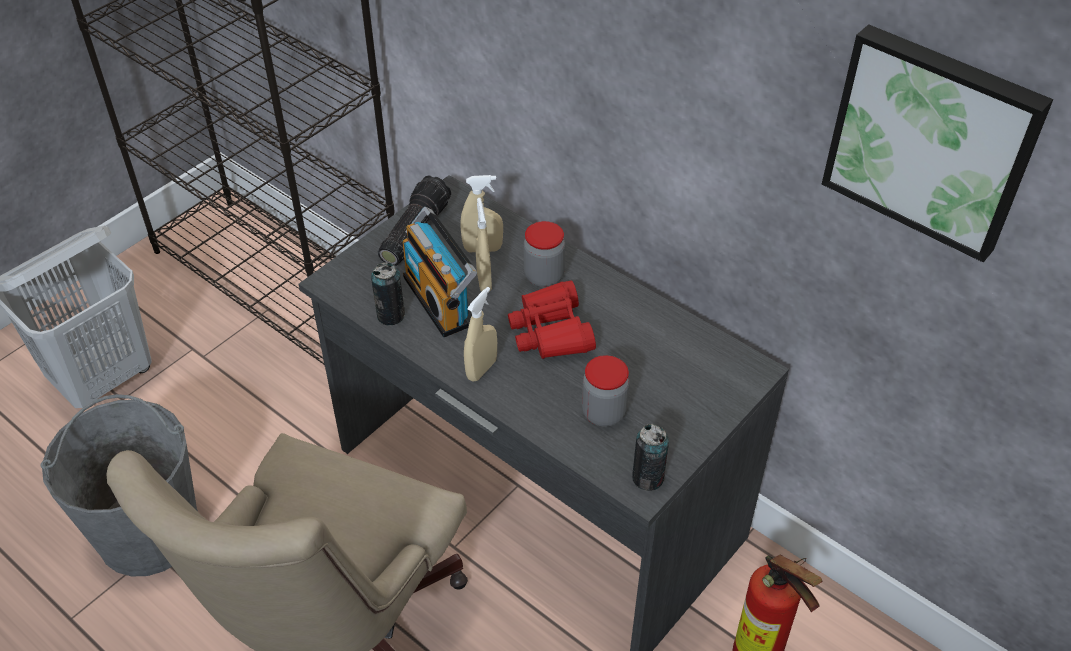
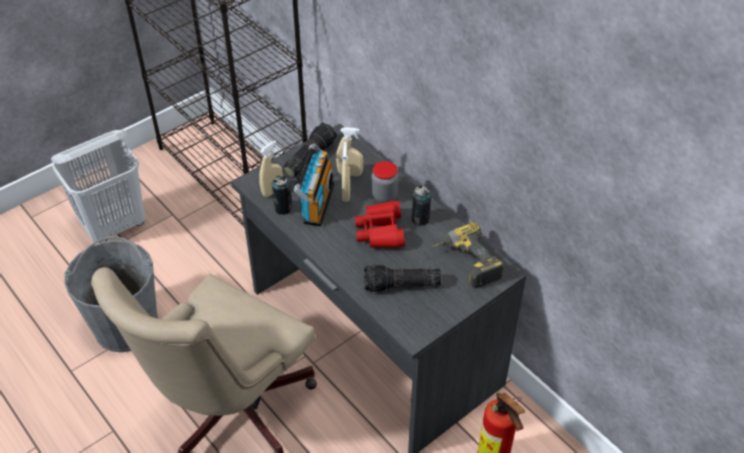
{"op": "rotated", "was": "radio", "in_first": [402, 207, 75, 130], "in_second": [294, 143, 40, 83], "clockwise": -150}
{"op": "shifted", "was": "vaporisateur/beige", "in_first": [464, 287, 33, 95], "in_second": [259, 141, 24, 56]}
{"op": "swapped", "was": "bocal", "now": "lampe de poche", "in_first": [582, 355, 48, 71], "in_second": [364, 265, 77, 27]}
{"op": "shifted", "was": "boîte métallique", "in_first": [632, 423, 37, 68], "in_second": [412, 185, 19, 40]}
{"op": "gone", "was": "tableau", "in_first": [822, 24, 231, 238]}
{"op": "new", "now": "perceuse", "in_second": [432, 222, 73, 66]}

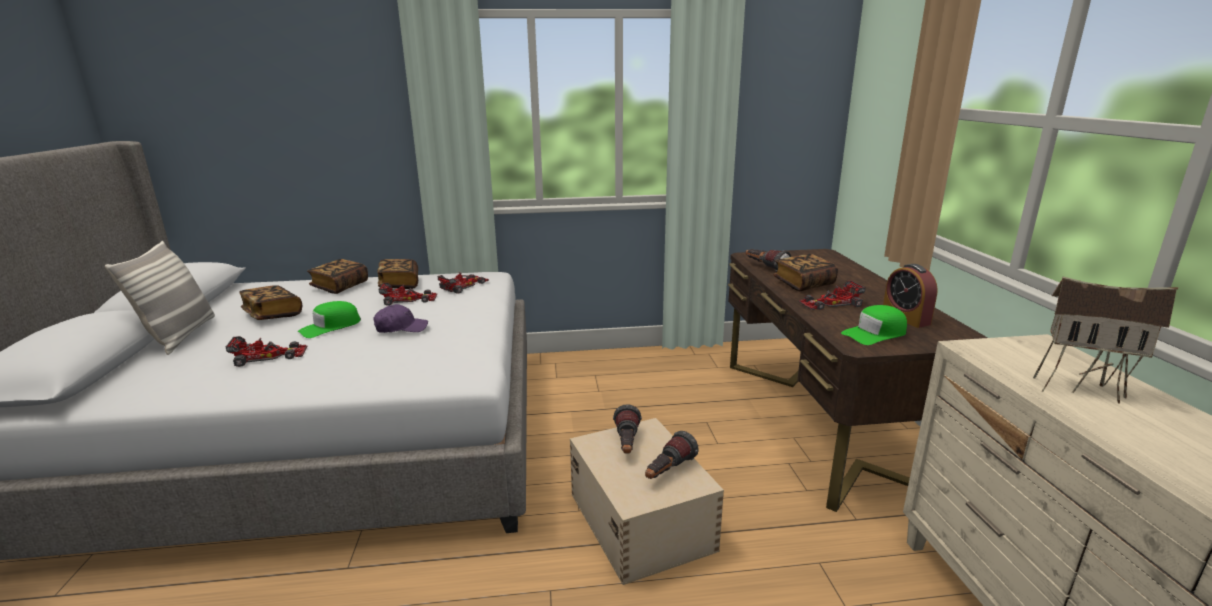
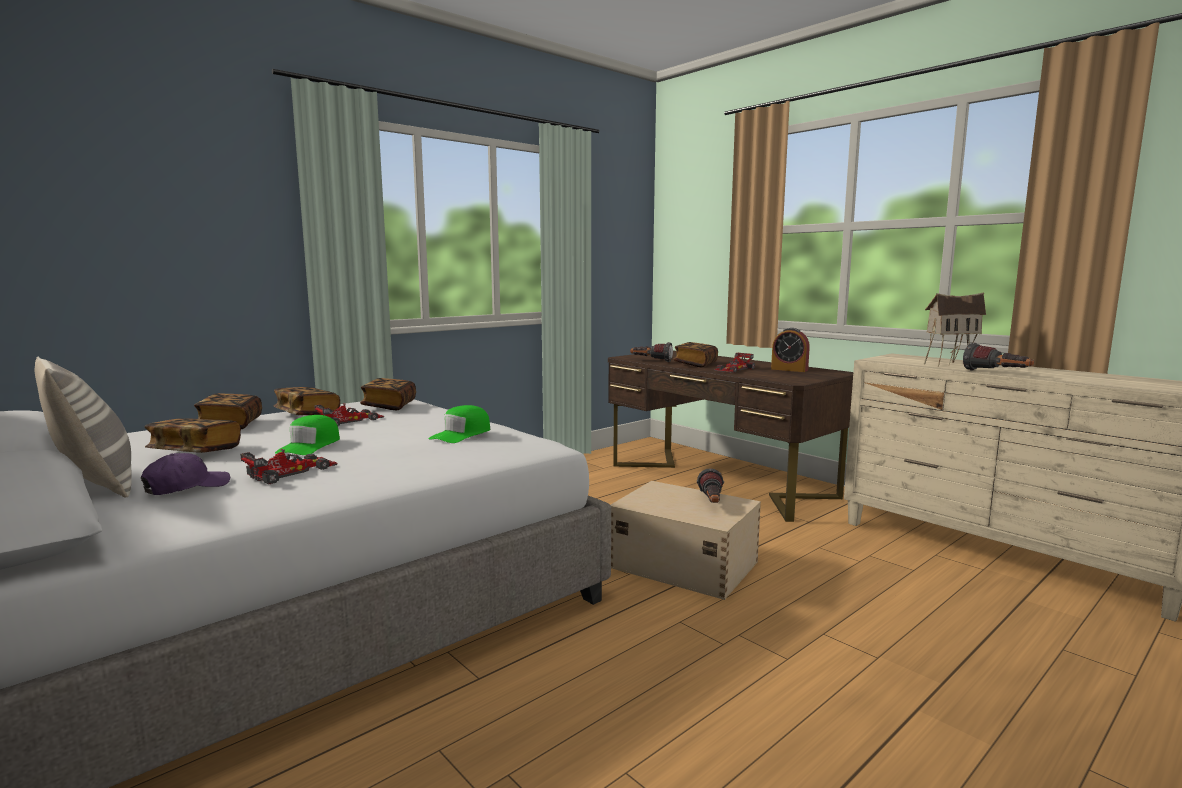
{"op": "shifted", "was": "casquette/violet", "in_first": [373, 304, 55, 29], "in_second": [141, 453, 89, 42]}
{"op": "swapped", "was": "petite voiture", "now": "livre", "in_first": [438, 272, 51, 22], "in_second": [360, 378, 56, 32]}
{"op": "shifted", "was": "lampe de poche", "in_first": [613, 404, 29, 49], "in_second": [963, 343, 71, 28]}
{"op": "shifted", "was": "casquette/vert", "in_first": [841, 305, 66, 40], "in_second": [429, 405, 61, 38]}

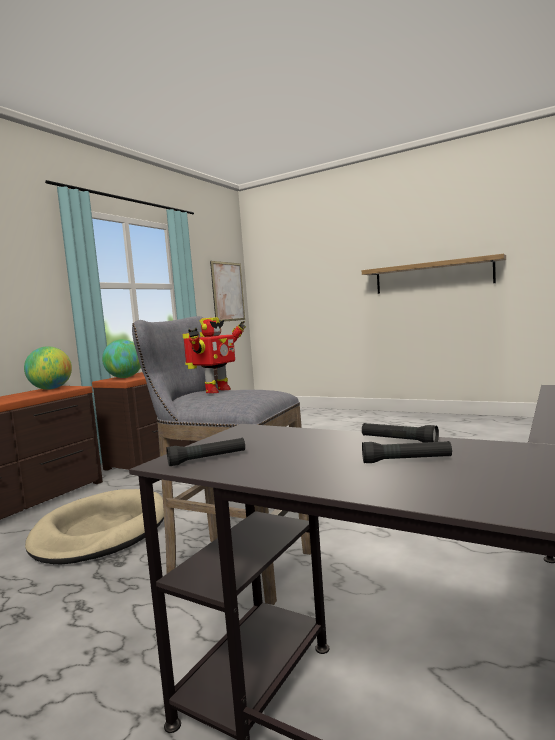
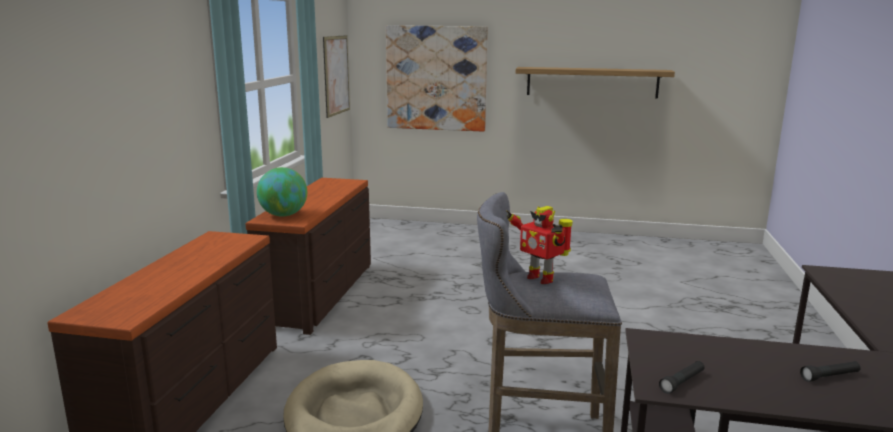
{"op": "gone", "was": "globe", "in_first": [24, 346, 48, 44]}
{"op": "rotated", "was": "robot jouet", "in_first": [183, 317, 63, 76], "in_second": [506, 206, 67, 78], "clockwise": 120}
{"op": "gone", "was": "lampe de poche/noir", "in_first": [362, 423, 77, 20]}
{"op": "new", "now": "tableau", "in_second": [386, 25, 102, 107]}

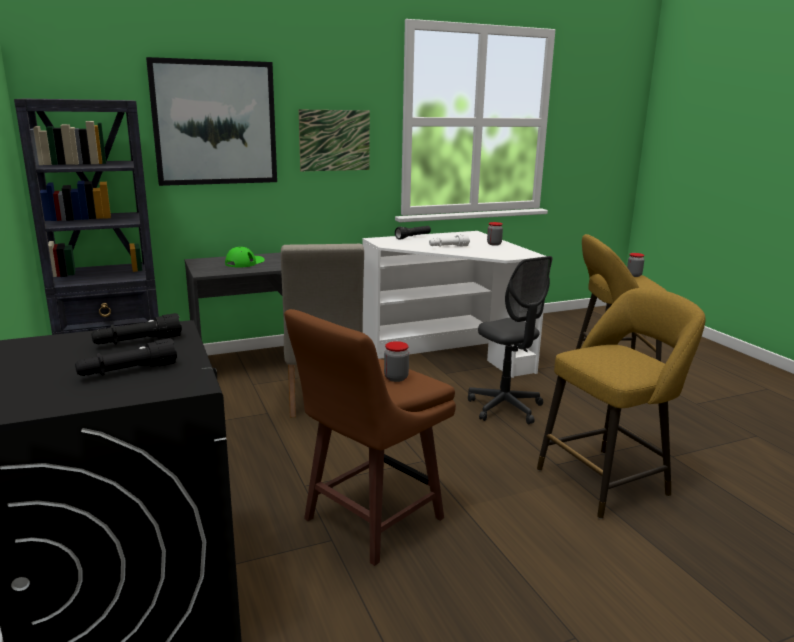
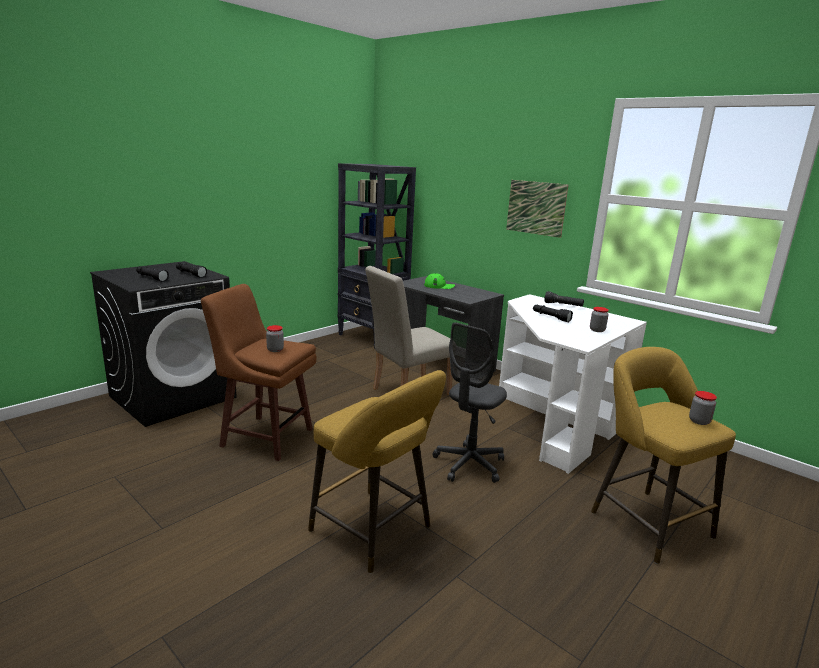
{"op": "gone", "was": "tableau", "in_first": [146, 57, 131, 129]}
{"op": "repainted", "was": "lampe de poche/blanc", "now": "lampe de poche/noir", "in_first": [429, 234, 41, 13], "in_second": [533, 305, 40, 17]}

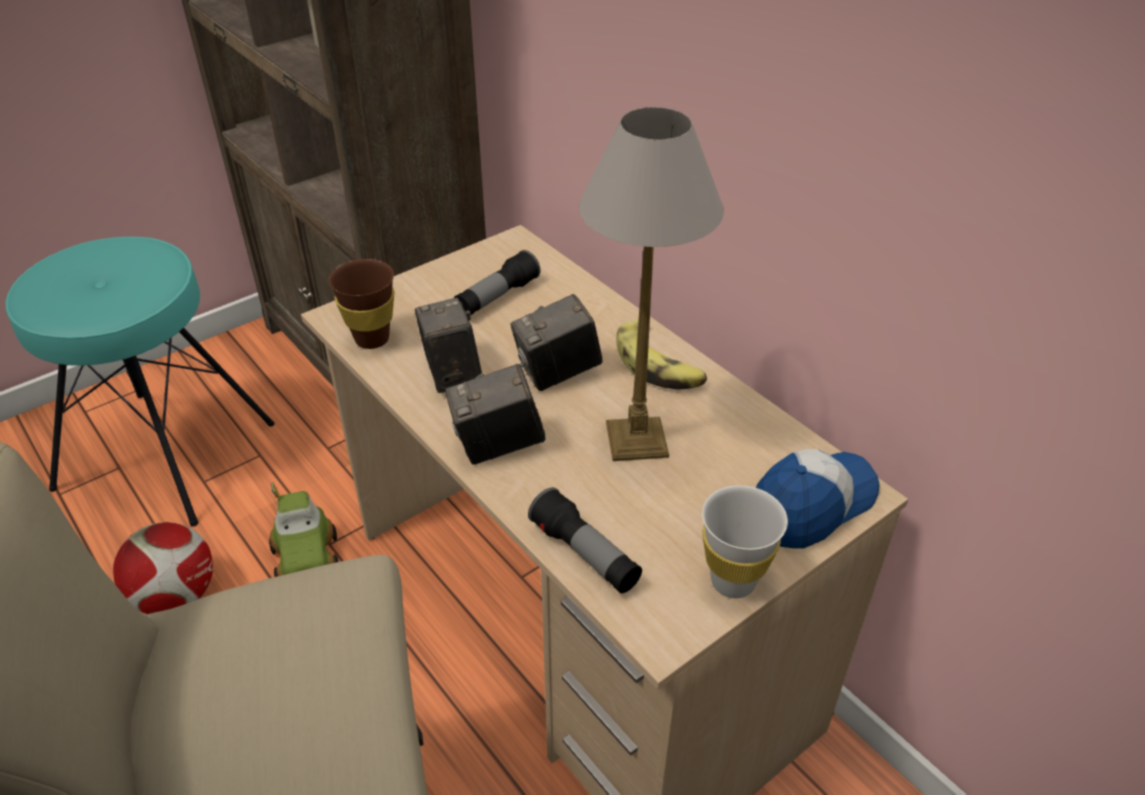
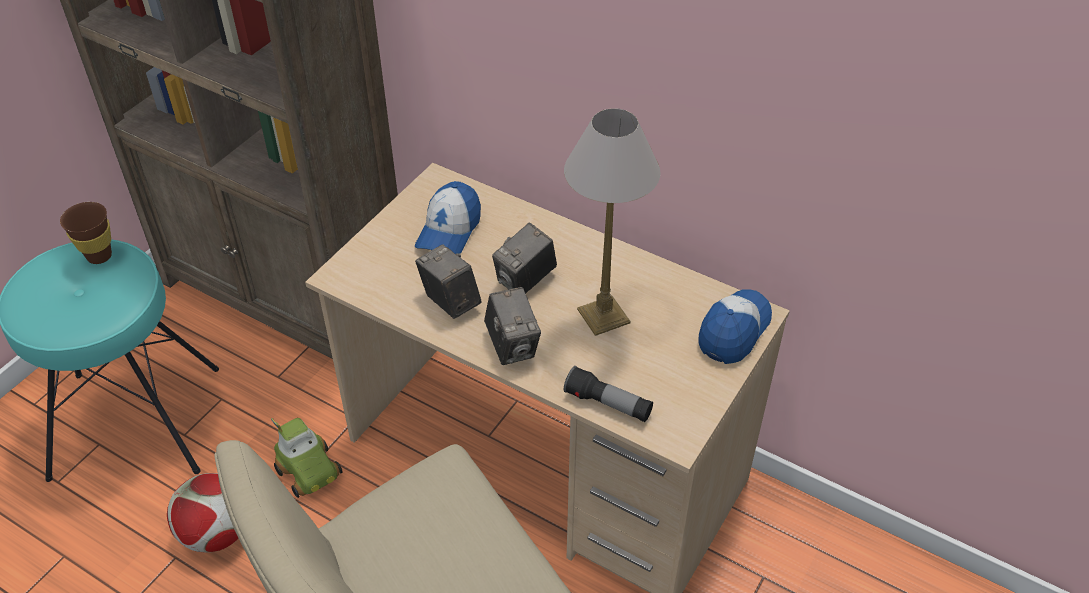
{"op": "shifted", "was": "tasse/marron", "in_first": [329, 259, 65, 90], "in_second": [60, 202, 52, 62]}
{"op": "rotated", "was": "appareil photo", "in_first": [445, 364, 100, 101], "in_second": [484, 287, 57, 78], "clockwise": -75}
{"op": "swapped", "was": "lampe de poche", "now": "casquette", "in_first": [454, 250, 87, 65], "in_second": [415, 181, 66, 73]}
{"op": "gone", "was": "banane", "in_first": [616, 319, 91, 70]}
{"op": "gone", "was": "tasse/blanc", "in_first": [702, 485, 86, 113]}

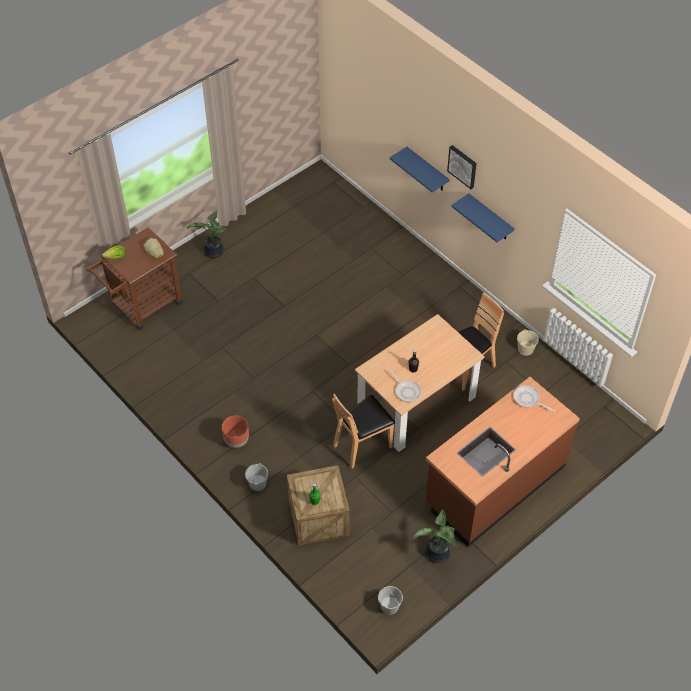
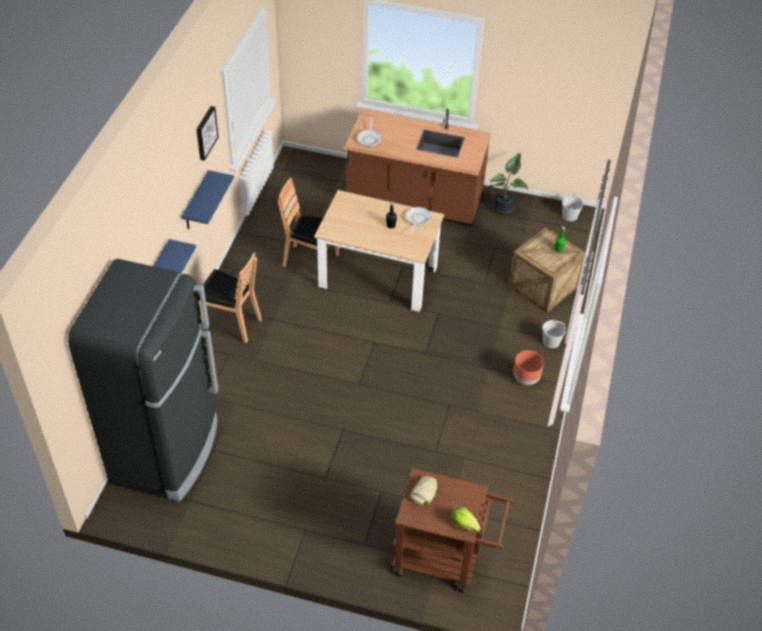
{"op": "gone", "was": "plante en pot", "in_first": [187, 210, 40, 48]}
{"op": "shifted", "was": "chaise/marron", "in_first": [332, 394, 63, 74], "in_second": [198, 252, 64, 91]}
{"op": "shifted", "was": "tableau", "in_first": [447, 145, 30, 44], "in_second": [196, 106, 23, 55]}
{"op": "gone", "was": "seau/beige", "in_first": [517, 329, 22, 27]}
{"op": "new", "now": "réfrigérateur/noir", "in_second": [68, 259, 150, 242]}

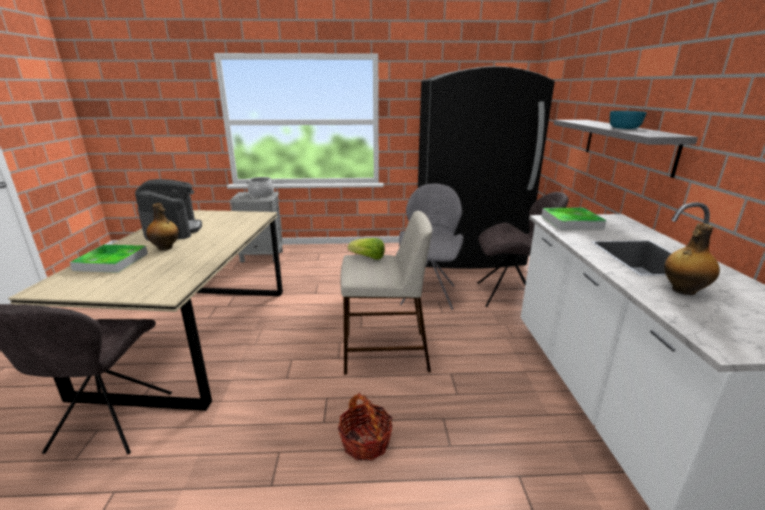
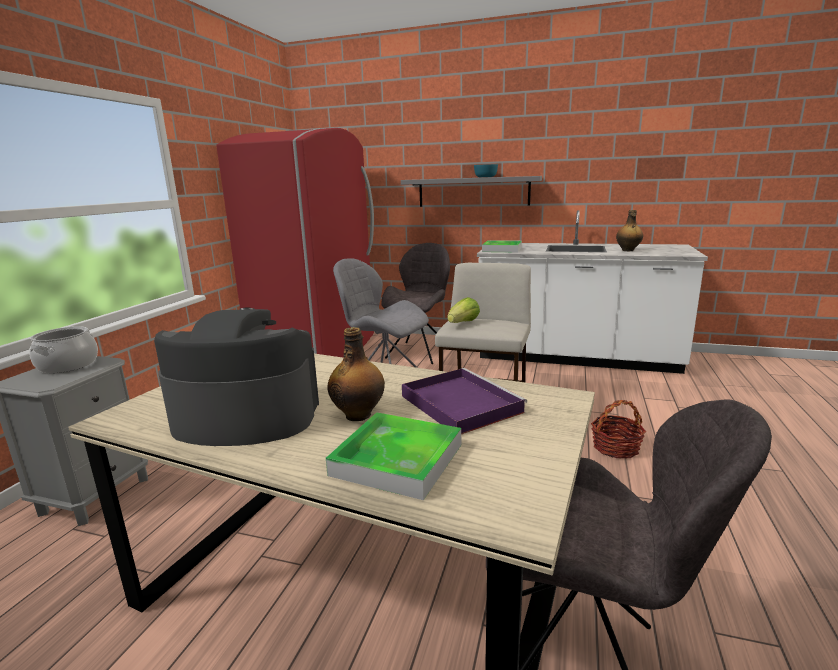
{"op": "repainted", "was": "réfrigérateur/noir", "now": "réfrigérateur/rouge", "in_first": [418, 66, 137, 203], "in_second": [216, 128, 158, 229]}
{"op": "new", "now": "plateau/violet", "in_second": [402, 368, 125, 66]}

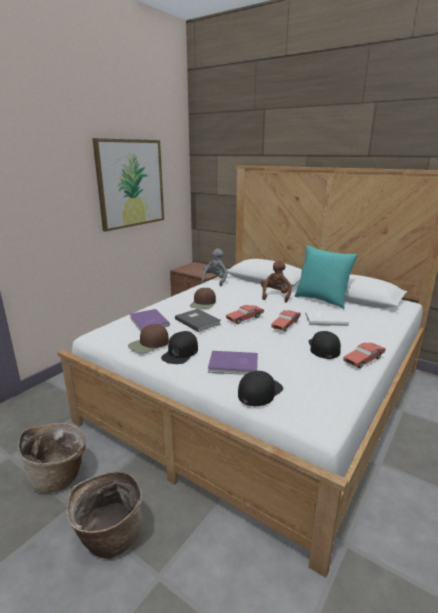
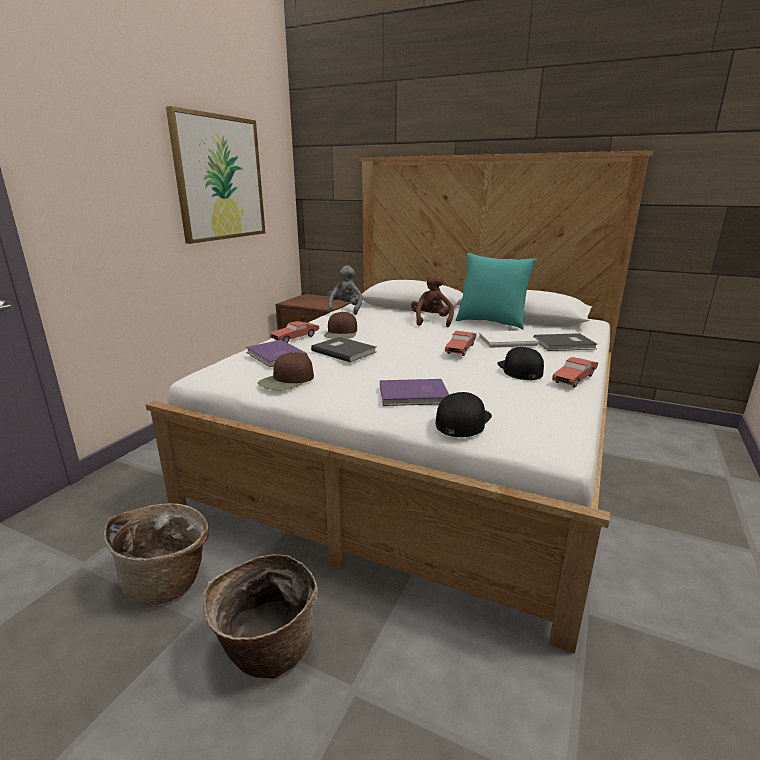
{"op": "gone", "was": "casquette/noir", "in_first": [161, 331, 37, 33]}
{"op": "shifted", "was": "petite voiture/rouge", "in_first": [226, 305, 38, 19], "in_second": [270, 321, 49, 22]}
{"op": "new", "now": "livre/gris", "in_second": [534, 333, 64, 18]}

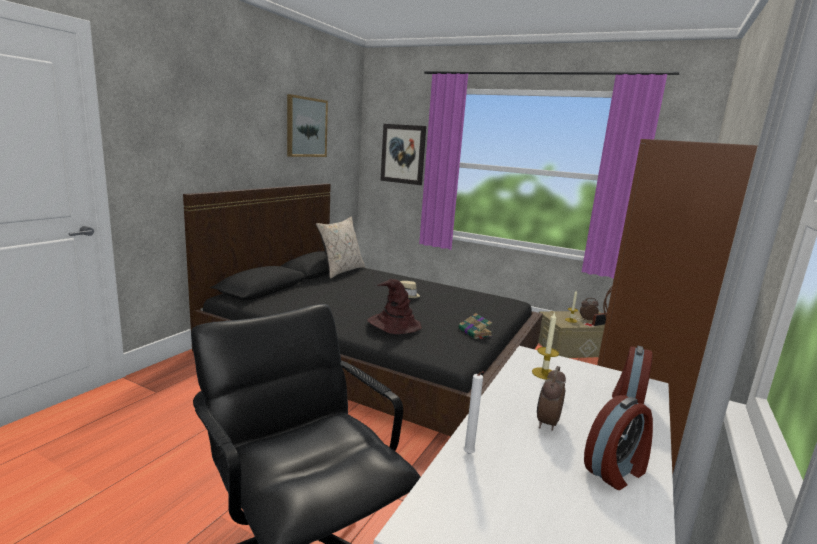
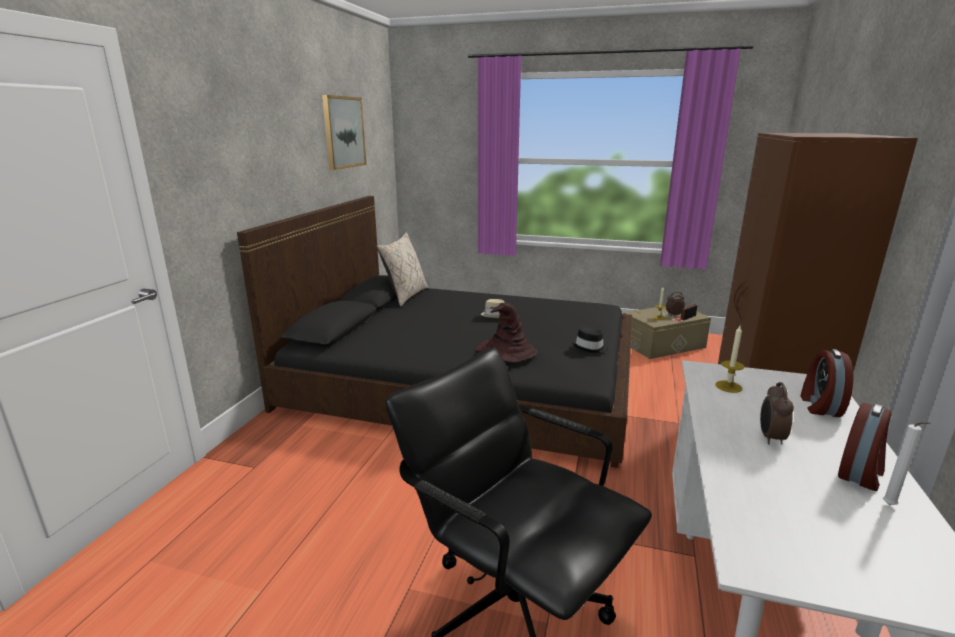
{"op": "gone", "was": "tableau", "in_first": [380, 124, 46, 61]}
{"op": "swapped", "was": "livre", "now": "chapeau/noir", "in_first": [458, 313, 34, 26], "in_second": [572, 328, 36, 25]}
{"op": "shifted", "was": "bougie/blanc", "in_first": [463, 371, 20, 83], "in_second": [883, 422, 48, 83]}

